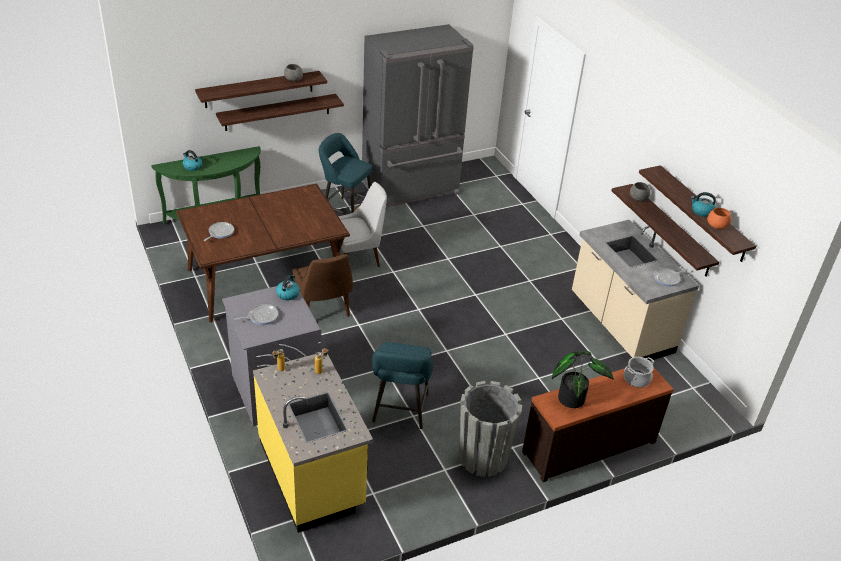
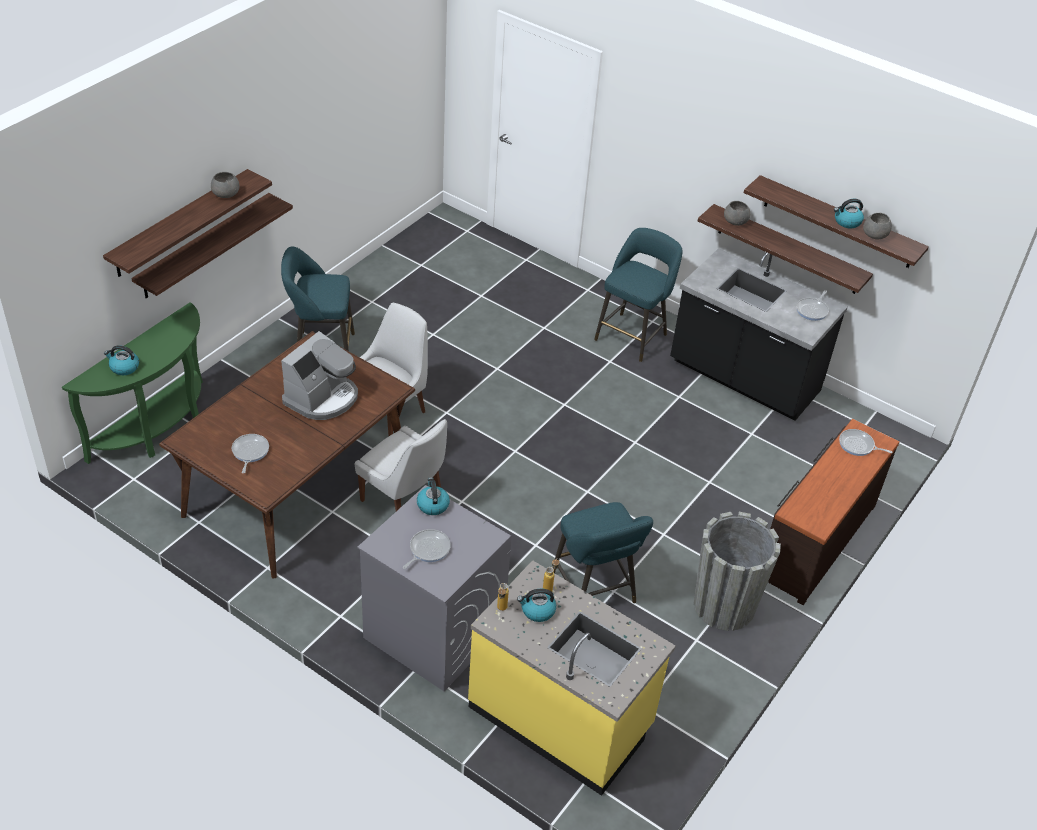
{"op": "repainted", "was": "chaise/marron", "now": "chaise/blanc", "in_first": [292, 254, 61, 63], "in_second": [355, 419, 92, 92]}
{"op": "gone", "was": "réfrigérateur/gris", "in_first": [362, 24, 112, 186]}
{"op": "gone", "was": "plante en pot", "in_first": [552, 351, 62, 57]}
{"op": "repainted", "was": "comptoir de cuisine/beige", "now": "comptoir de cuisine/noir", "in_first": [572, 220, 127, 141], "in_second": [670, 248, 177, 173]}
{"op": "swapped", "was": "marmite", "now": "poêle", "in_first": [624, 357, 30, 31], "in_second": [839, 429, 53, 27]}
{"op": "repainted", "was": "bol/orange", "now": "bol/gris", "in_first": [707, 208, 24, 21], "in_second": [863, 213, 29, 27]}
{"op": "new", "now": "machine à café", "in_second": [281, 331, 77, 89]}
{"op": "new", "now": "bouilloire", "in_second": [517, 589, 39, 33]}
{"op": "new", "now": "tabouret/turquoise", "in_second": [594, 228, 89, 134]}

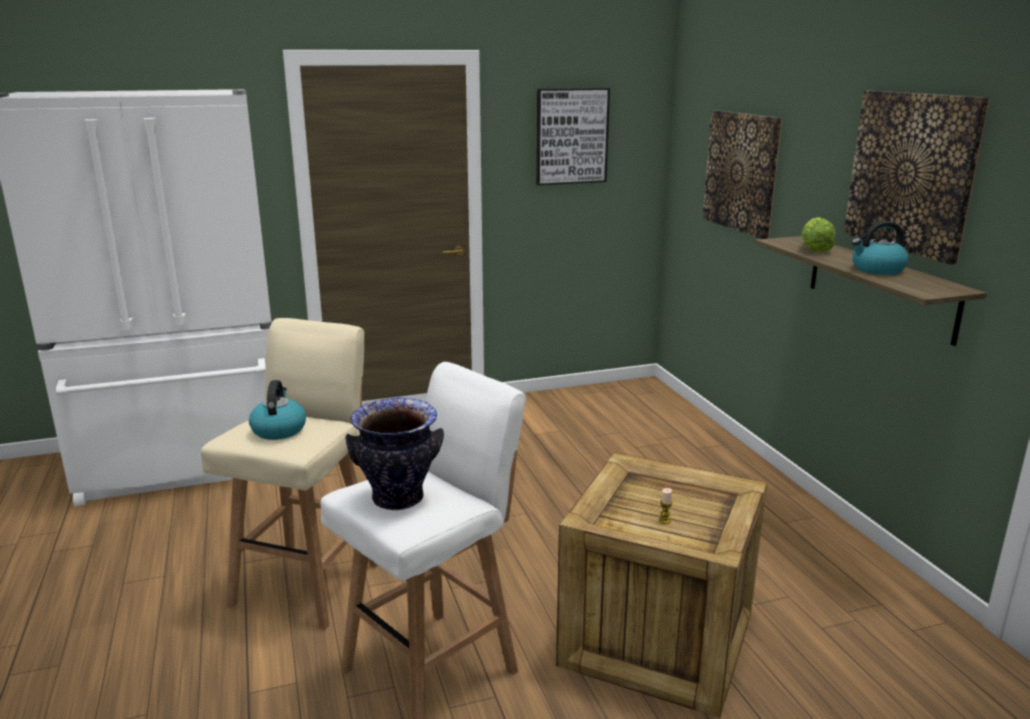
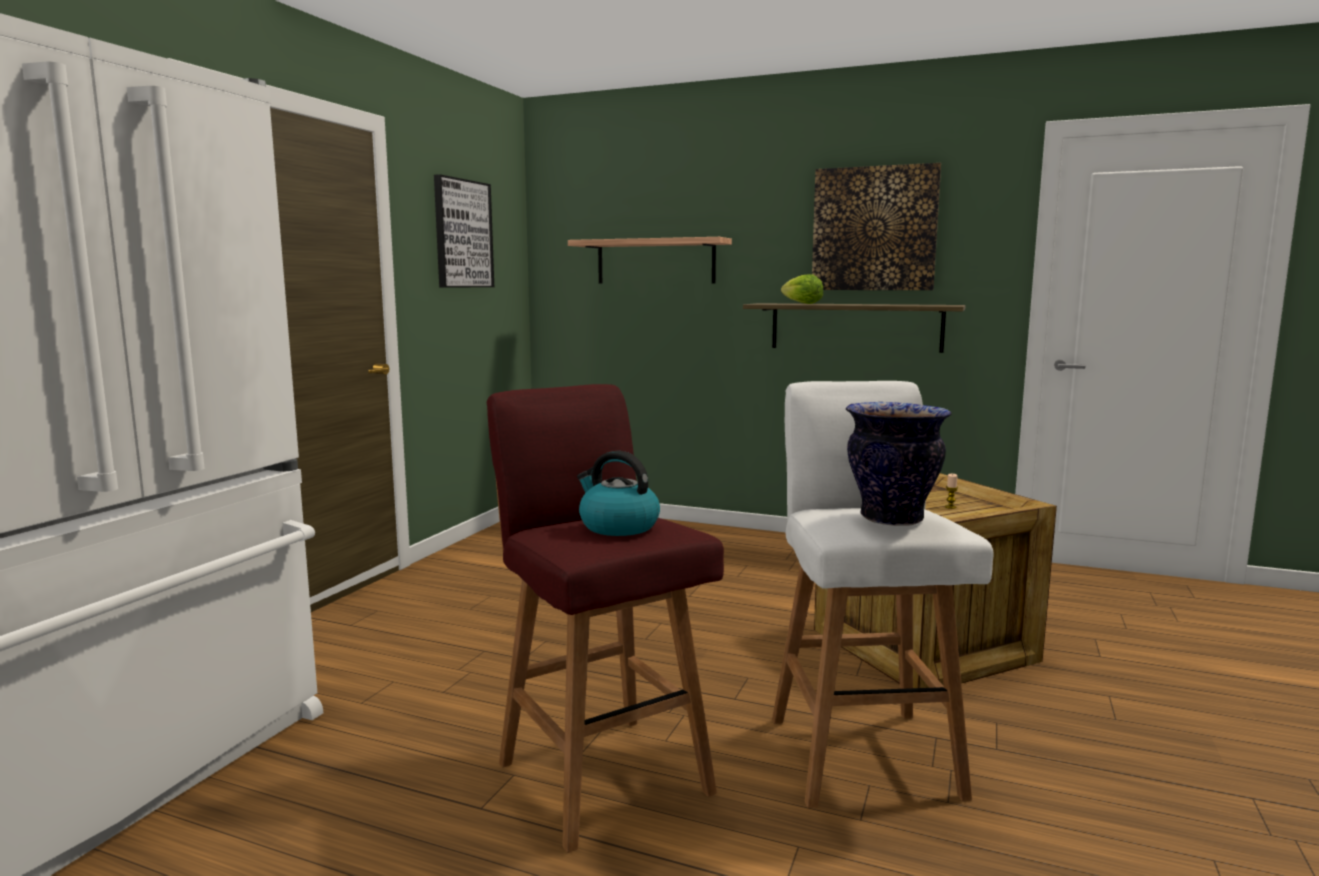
{"op": "repainted", "was": "tabouret/beige", "now": "tabouret/rouge", "in_first": [201, 318, 177, 312], "in_second": [487, 384, 237, 469]}
{"op": "swapped", "was": "tableau", "now": "étagère", "in_first": [703, 110, 79, 129], "in_second": [568, 237, 164, 46]}
{"op": "gone", "was": "bouilloire", "in_first": [851, 221, 58, 54]}

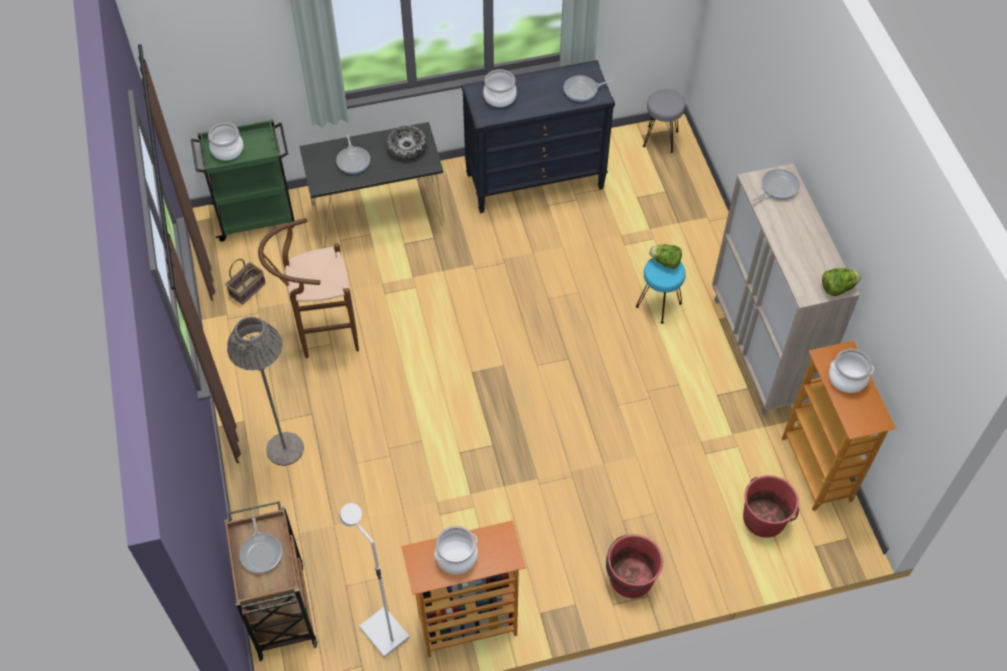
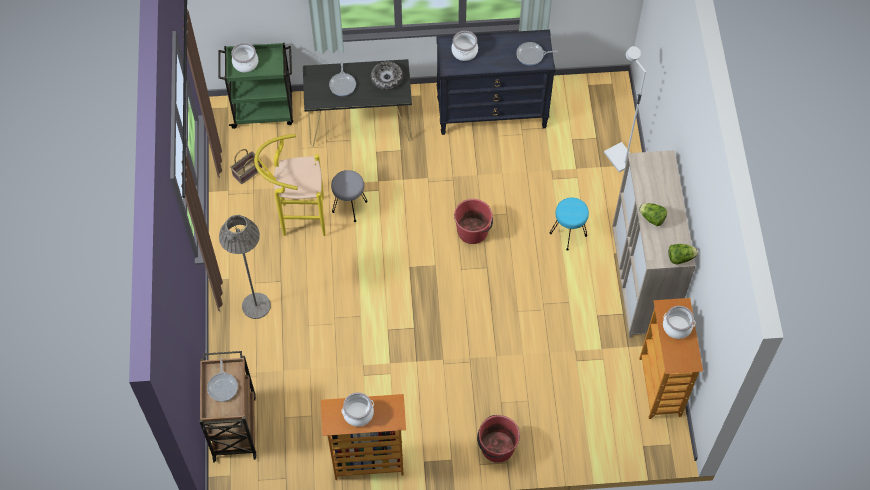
{"op": "repainted", "was": "tabouret/marron", "now": "tabouret/jaune", "in_first": [258, 218, 101, 140], "in_second": [254, 134, 71, 102]}
{"op": "shifted", "was": "lampadaire/blanc", "in_first": [339, 503, 71, 155], "in_second": [604, 46, 42, 126]}
{"op": "shifted", "was": "tabouret/gris", "in_first": [643, 89, 42, 64], "in_second": [331, 170, 36, 52]}
{"op": "shifted", "was": "laitue", "in_first": [649, 245, 33, 24], "in_second": [639, 203, 28, 23]}
{"op": "shifted", "was": "seau/rouge", "in_first": [743, 475, 56, 63], "in_second": [454, 199, 39, 45]}
{"op": "gone", "was": "poêle", "in_first": [753, 169, 47, 33]}

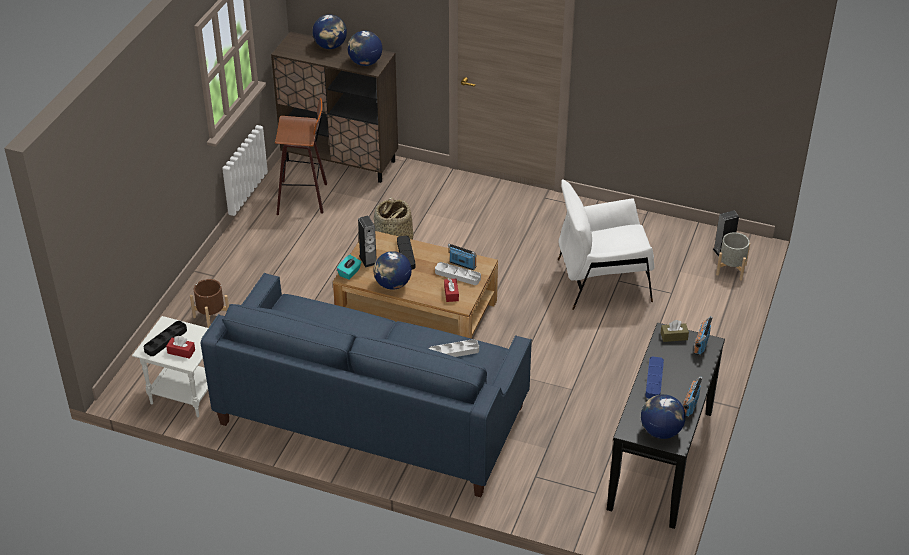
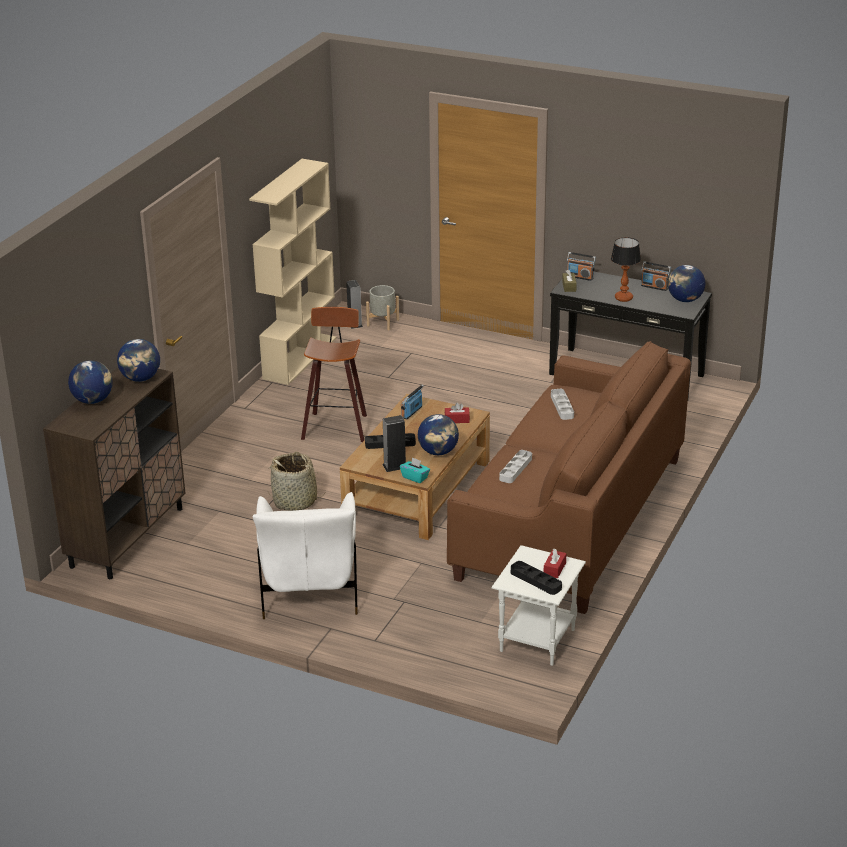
{"op": "gone", "was": "cache-pot/marron", "in_first": [190, 279, 39, 49]}
{"op": "repainted", "was": "canapé/bleu", "now": "canapé/marron", "in_first": [201, 273, 331, 224], "in_second": [447, 341, 244, 273]}
{"op": "shifted", "was": "tabouret", "in_first": [275, 98, 52, 117], "in_second": [301, 307, 66, 135]}
{"op": "shifted", "was": "plateau/gris", "in_first": [435, 262, 46, 23], "in_second": [499, 450, 33, 33]}
{"op": "shifted", "was": "fauteuil/blanc", "in_first": [558, 179, 96, 131], "in_second": [252, 492, 106, 127]}
{"op": "swapped", "was": "plateau/bleu", "now": "lampe de table", "in_first": [645, 357, 19, 41], "in_second": [611, 237, 30, 65]}
{"op": "new", "now": "bibliothèque/beige", "in_second": [249, 159, 88, 226]}

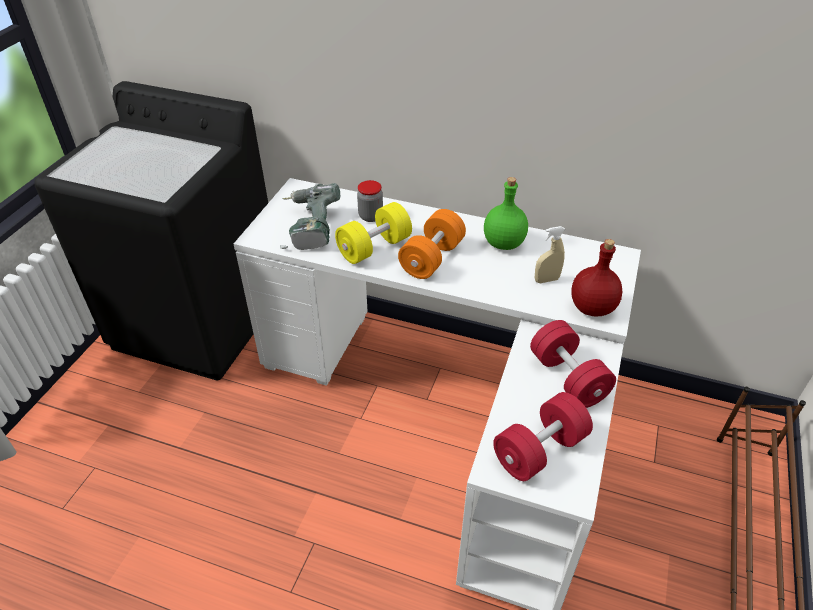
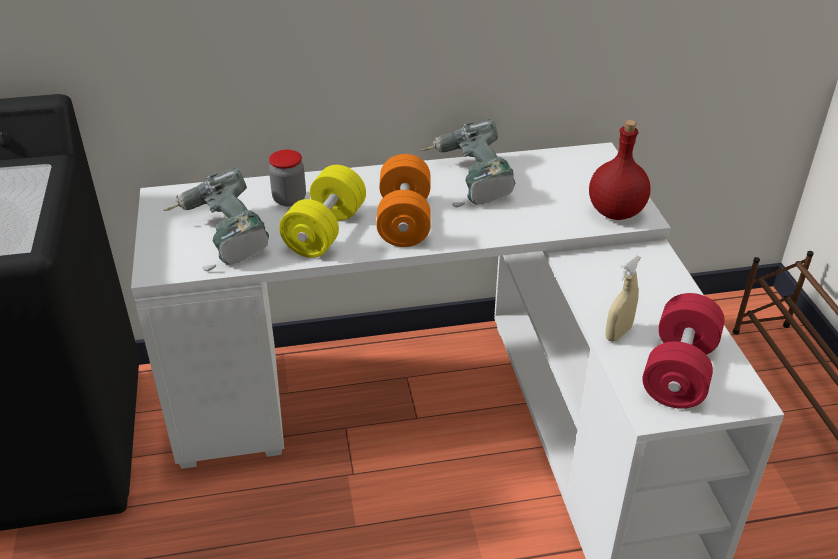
{"op": "swapped", "was": "bouteille/vert", "now": "perceuse", "in_first": [484, 177, 44, 73], "in_second": [421, 119, 94, 88]}
{"op": "gone", "was": "haltère/rouge", "in_first": [530, 320, 86, 88]}
{"op": "shifted", "was": "vaporisateur/beige", "in_first": [535, 226, 31, 57], "in_second": [605, 255, 36, 87]}

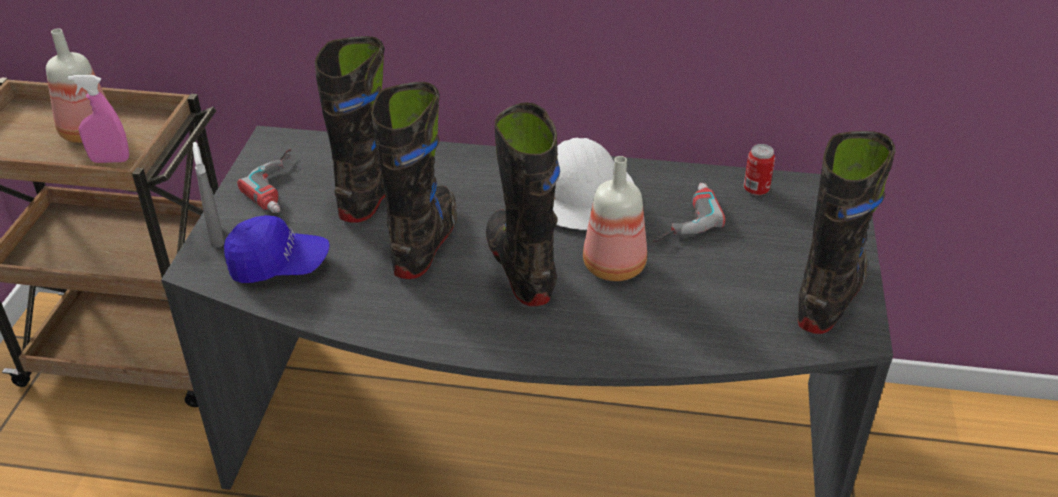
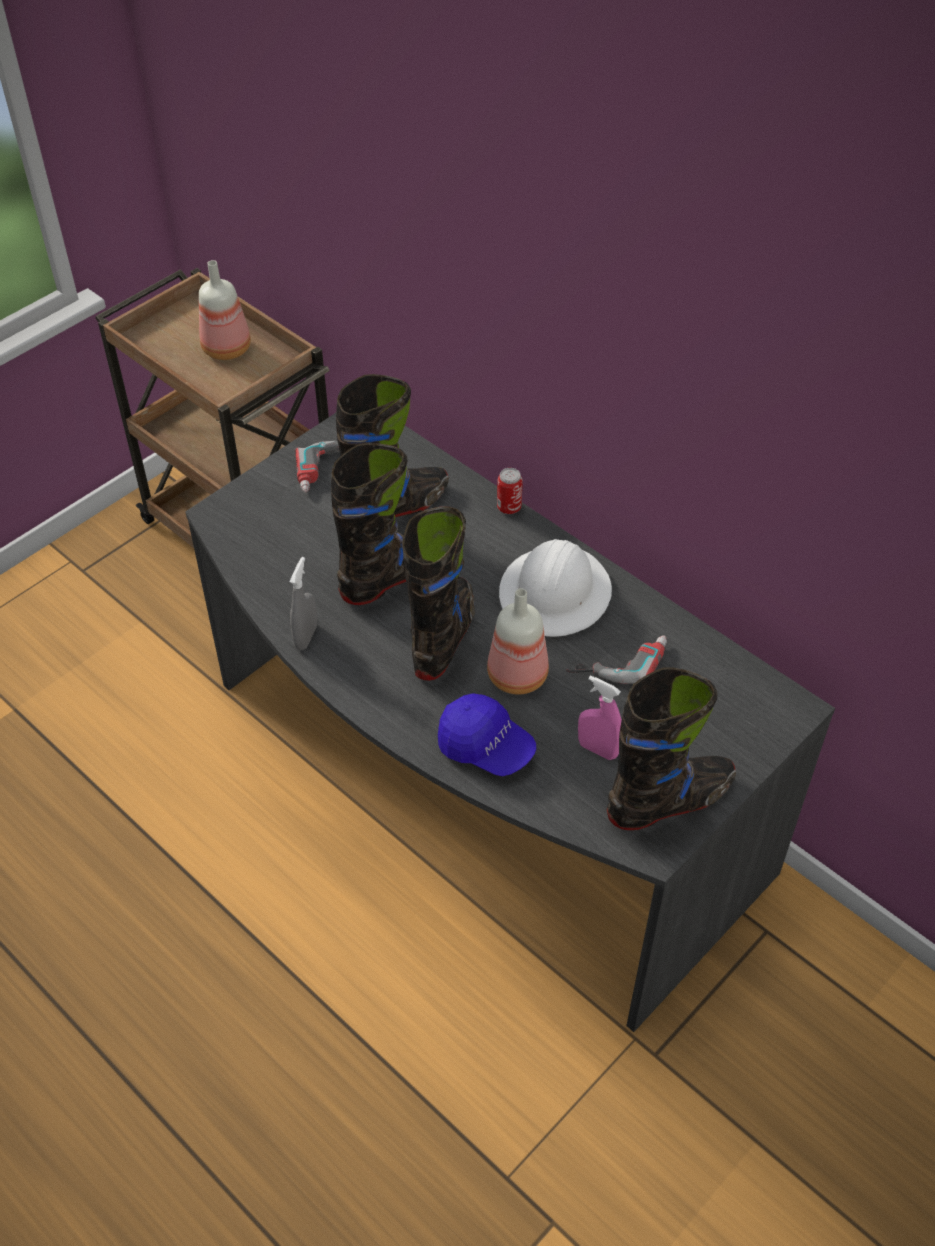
{"op": "shifted", "was": "vaporisateur/rose", "in_first": [68, 75, 61, 88], "in_second": [578, 675, 44, 85]}
{"op": "shifted", "was": "vaporisateur/gris", "in_first": [193, 142, 31, 106], "in_second": [290, 557, 27, 93]}
{"op": "shifted", "was": "casquette/bleu", "in_first": [224, 215, 106, 68], "in_second": [438, 693, 98, 83]}
{"op": "shifted", "was": "boîte métallique", "in_first": [744, 144, 31, 52], "in_second": [497, 468, 26, 46]}

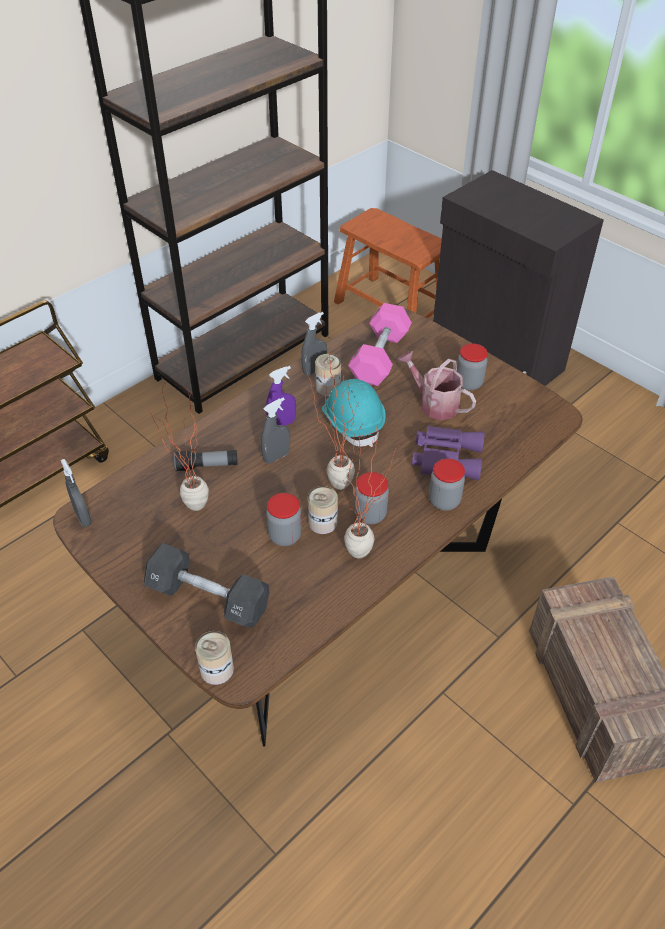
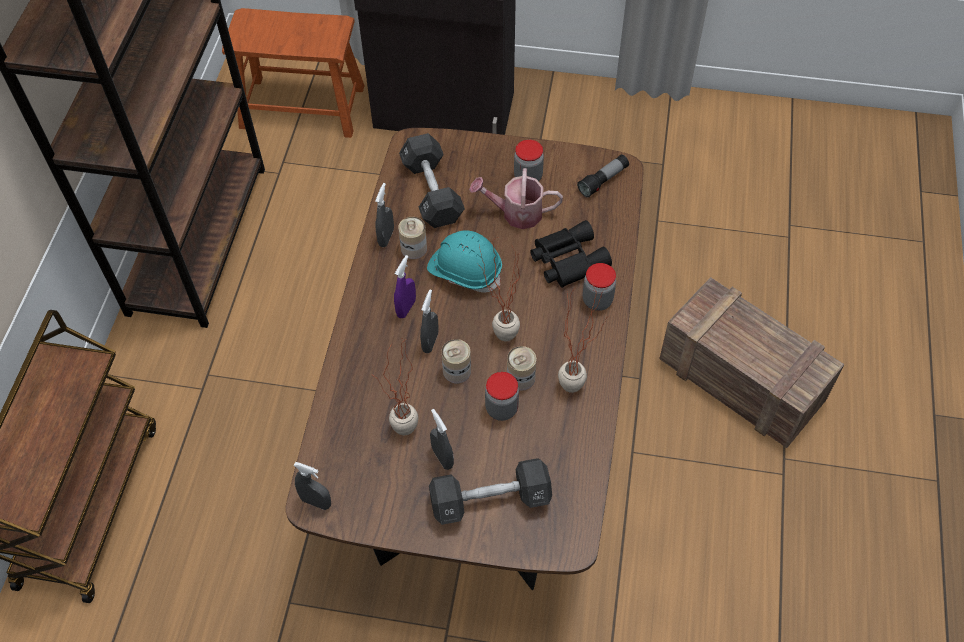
{"op": "shifted", "was": "lampe de poche", "in_first": [174, 450, 64, 22], "in_second": [577, 155, 52, 43]}
{"op": "shifted", "was": "boîte métallique", "in_first": [195, 631, 39, 54], "in_second": [441, 339, 30, 44]}
{"op": "repainted", "was": "haltère/rose", "now": "haltère/noir", "in_first": [348, 303, 64, 83], "in_second": [399, 133, 66, 95]}
{"op": "gone", "was": "bocal", "in_first": [354, 472, 35, 52]}
{"op": "repainted", "was": "jumelles/violet", "now": "jumelles/noir", "in_first": [412, 425, 73, 55], "in_second": [530, 220, 82, 68]}
{"op": "new", "now": "vaporisateur/gris", "in_second": [430, 409, 24, 61]}

